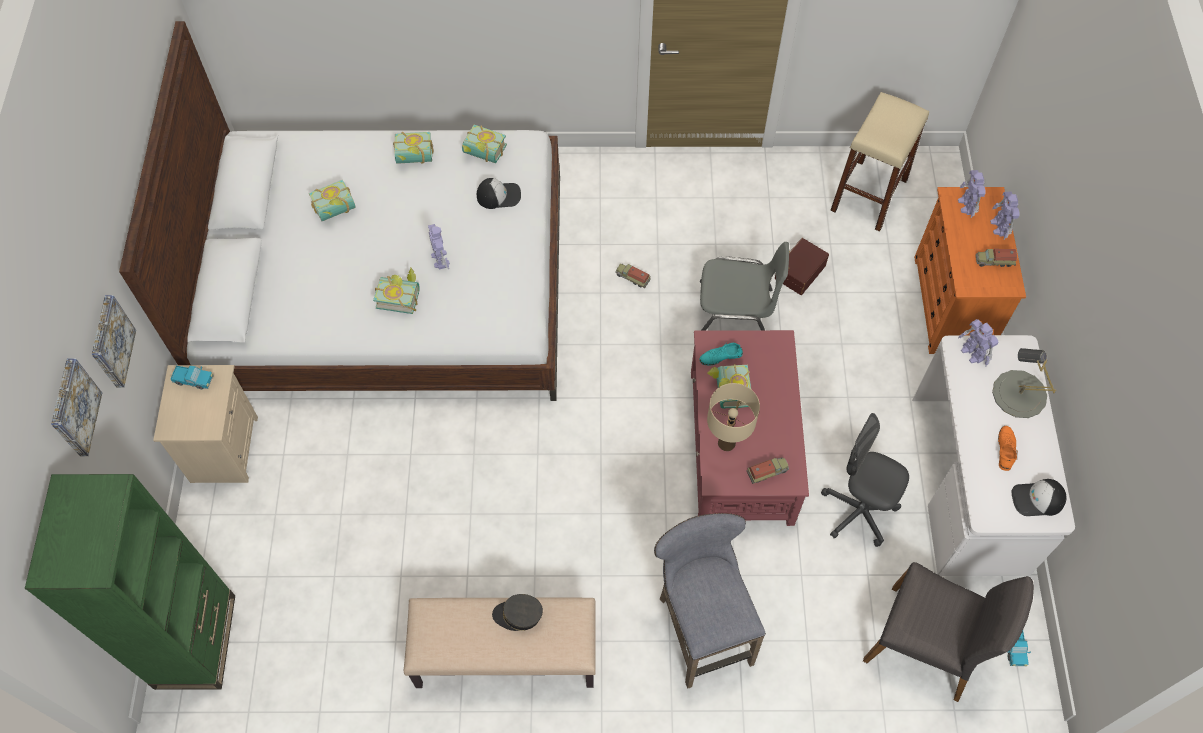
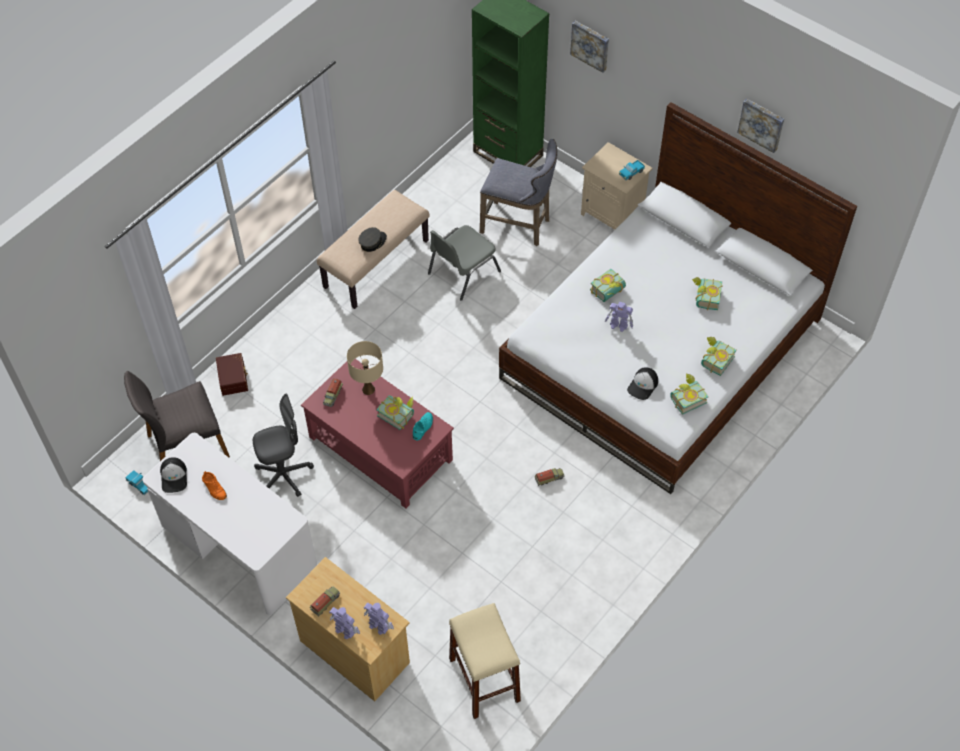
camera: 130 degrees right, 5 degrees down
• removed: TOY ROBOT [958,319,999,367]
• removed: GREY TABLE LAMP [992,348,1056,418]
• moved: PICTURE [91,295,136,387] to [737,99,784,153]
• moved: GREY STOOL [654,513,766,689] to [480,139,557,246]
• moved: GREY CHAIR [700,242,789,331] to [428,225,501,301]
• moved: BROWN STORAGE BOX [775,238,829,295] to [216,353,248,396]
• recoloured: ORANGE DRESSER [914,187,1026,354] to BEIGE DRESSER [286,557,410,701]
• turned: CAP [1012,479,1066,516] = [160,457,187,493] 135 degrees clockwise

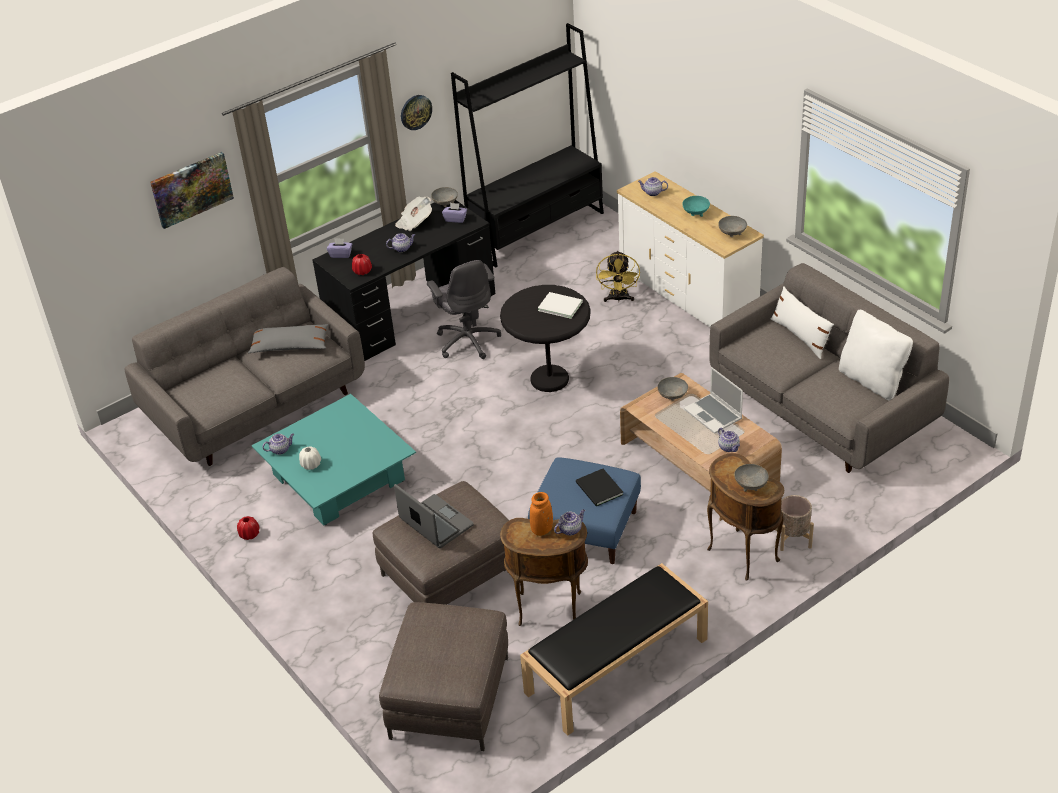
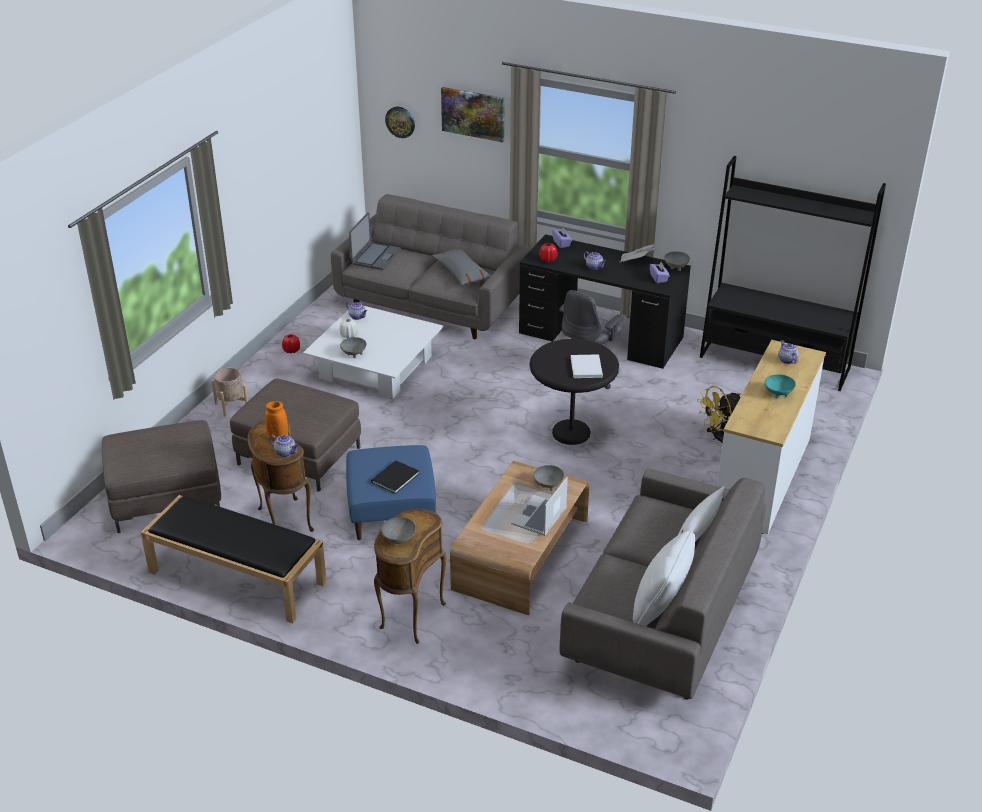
camera: 60 degrees right, 5 degrees down
• removed: TEAPOT [718,427,740,452]
• moved: LAPTOP [394,484,474,548] to [349,212,401,270]
• moved: WALL CLOCK [401,95,432,130] to [385,107,415,138]
• moved: GREY BOWL [718,216,747,237] to [340,337,366,358]
• moved: BEIGE PLANTER [775,495,814,551] to [212,367,248,417]
• recoloured: TURQUOISE COFFEE TABLE [252,394,416,525] to WHITE COFFEE TABLE [303,306,444,399]

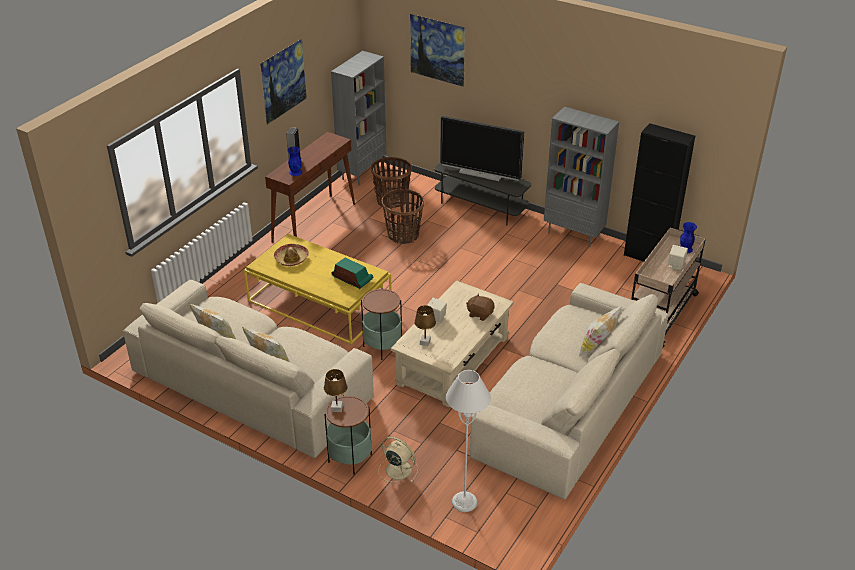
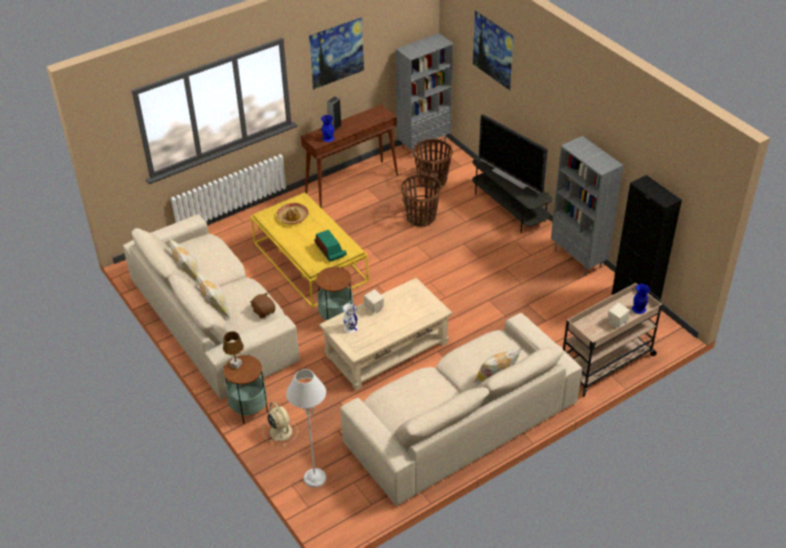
camera: 25 degrees right, 5 degrees up
• moved: BROWN PLUSH TOY [466,293,494,321] to [250,293,276,318]
• replaced: BROWN TABLE LAMP [414,305,436,346] to WHITE VASE [343,303,358,333]

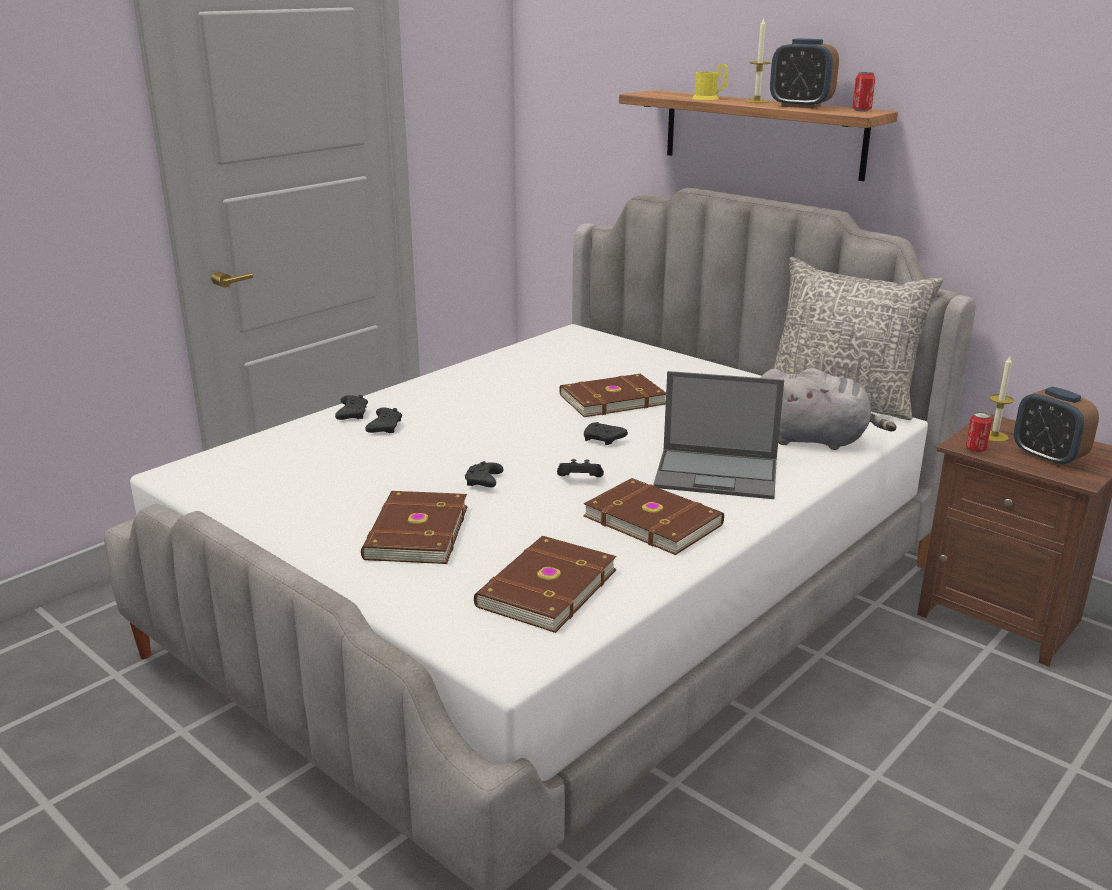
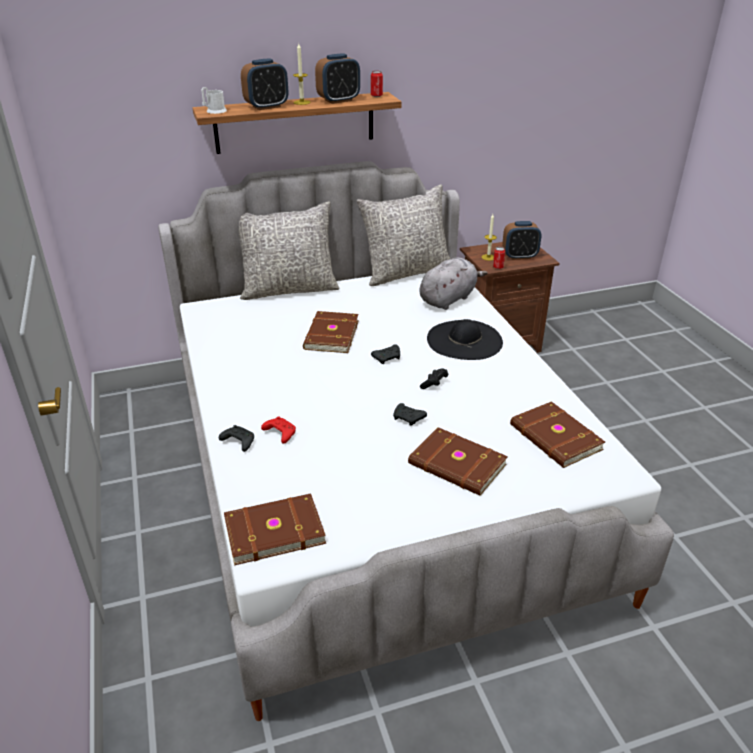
camera: 60 degrees left, 10 degrees up
• added: WHITE MUG [201,87,227,114]
• added: GREY PILLOW [239,201,339,300]
• moved: BROWN BOOK [583,478,724,555] to [224,493,326,566]
• replaced: LAPTOP [653,371,784,499] to BLACK HAT [427,319,503,360]
• replaced: YELLOW MUG [692,64,728,100] to ALARM CLOCK [241,58,288,110]
• recoloured: BLACK GAME CONTROLLER [365,407,402,433] to RED GAME CONTROLLER [261,416,296,444]

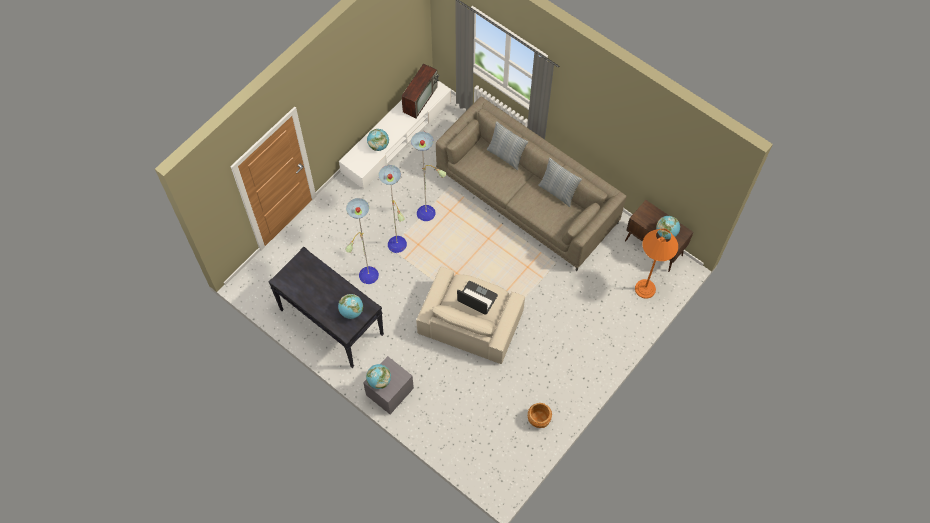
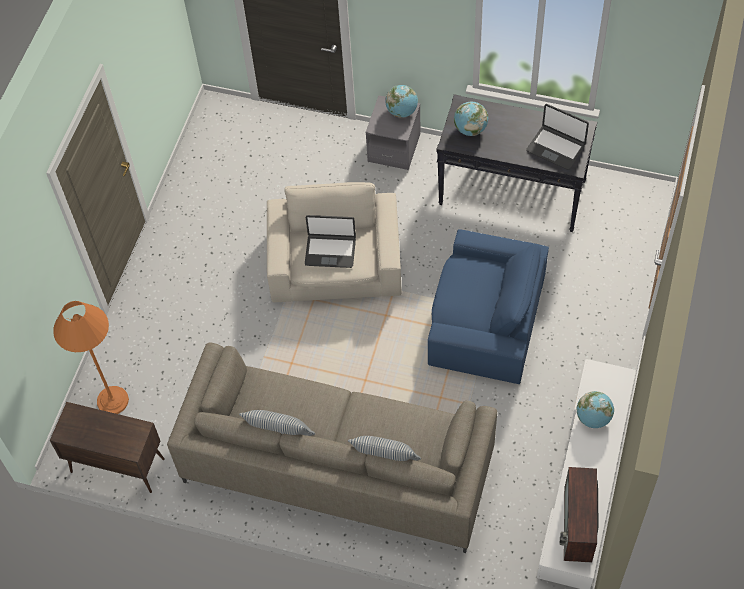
camera: 160 degrees right, 5 degrees down
• removed: BROWN PLANTER [528,403,552,428]
• removed: GLOBE [656,216,680,239]
• added: LAPTOP [526,104,589,170]
• replaced: FLOOR LAMP [345,132,446,284] to BLUE ARMCHAIR [428,229,549,384]

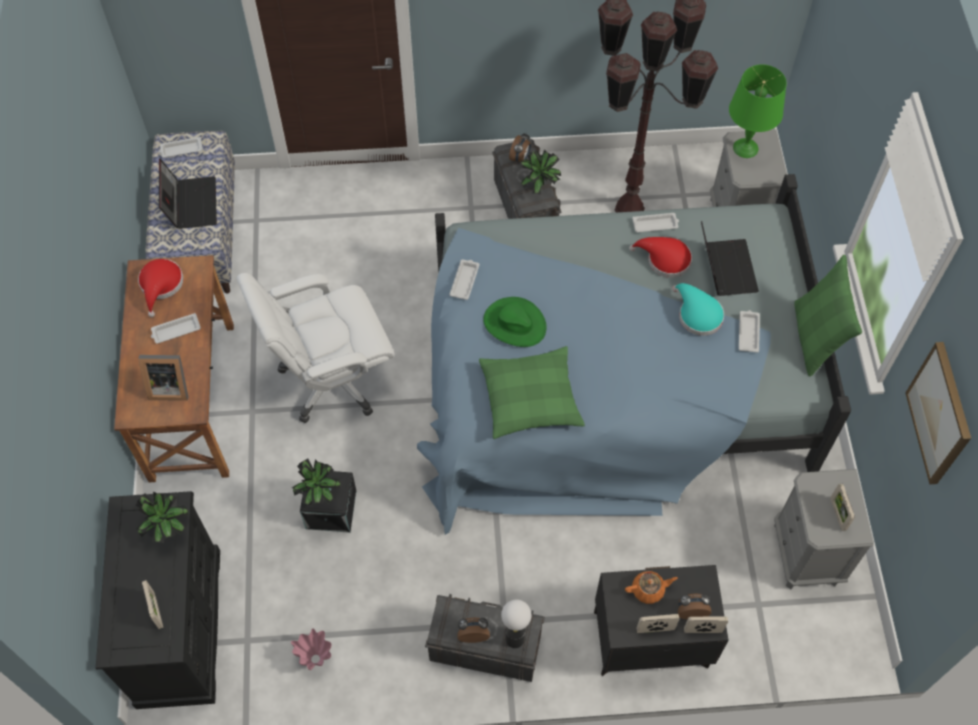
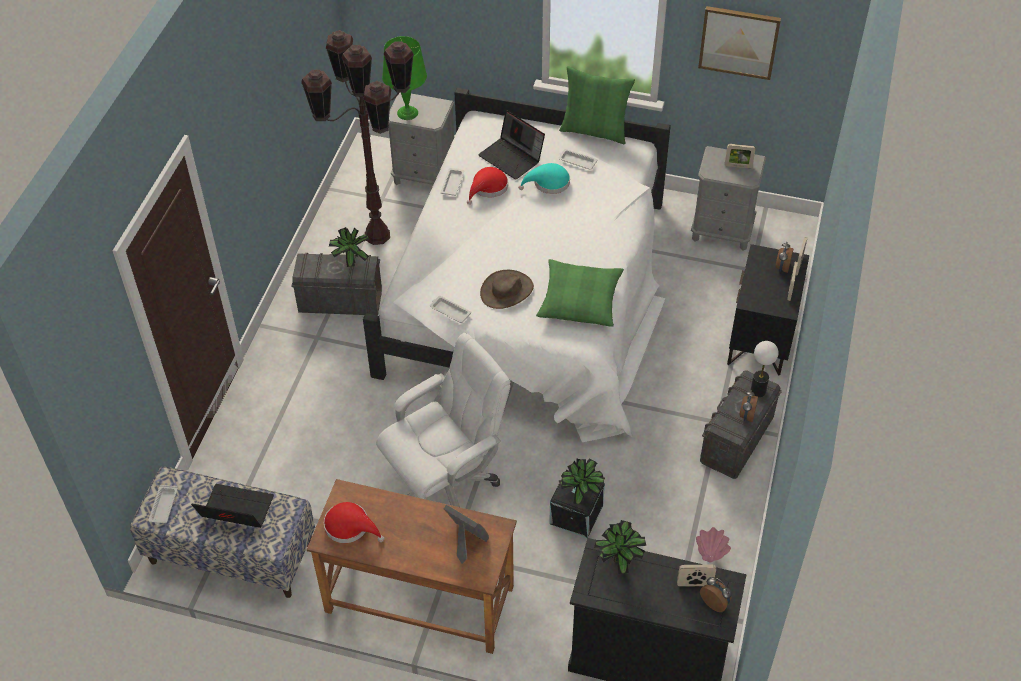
camera: 70 degrees left, 10 degrees down
• removed: WHITE TRAY [151,313,201,344]
• removed: ORANGE TEAPOT [625,571,678,604]
• moved: ALARM CLOCK [509,133,531,164] to [700,577,732,612]
• recoloured: BLUE BED [417,174,851,535] to WHITE BED [363,88,671,442]
• recoloured: GREEN HAT [483,297,546,347] to BROWN HAT [480,270,534,309]
• turned: PICTURE FRAME [138,355,188,401] = [444,505,489,564] 75 degrees counterclockwise
• turned: WHITE OFFICE CHAIR [237,273,395,423] = [376,333,511,507] 120 degrees counterclockwise
• turned: LAPTOP [701,221,759,296] = [478,110,545,180] 150 degrees counterclockwise

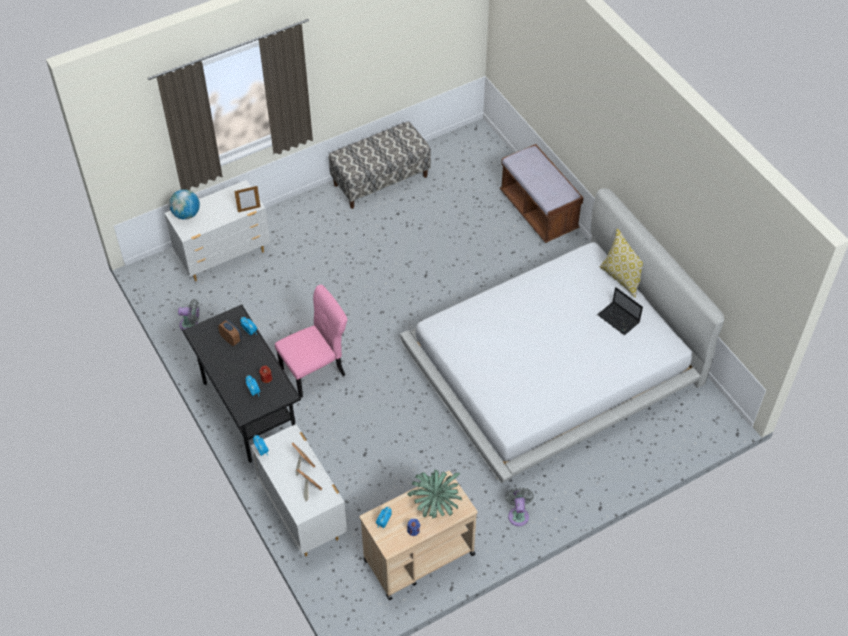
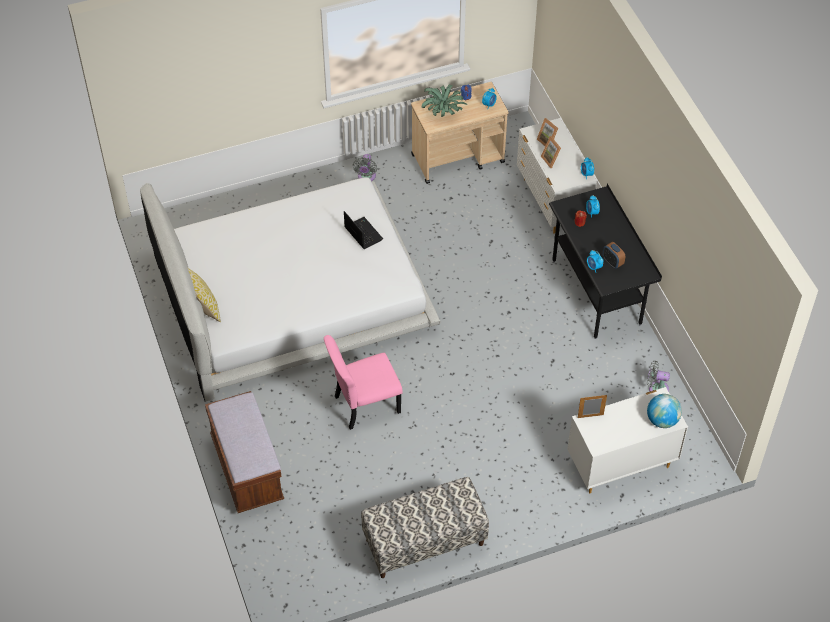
camera: 170 degrees left, 0 degrees up
• moved: PINK CHAIR [275,285,348,398] to [324,335,403,430]
• moved: LAPTOP [597,287,643,335] to [344,211,383,249]

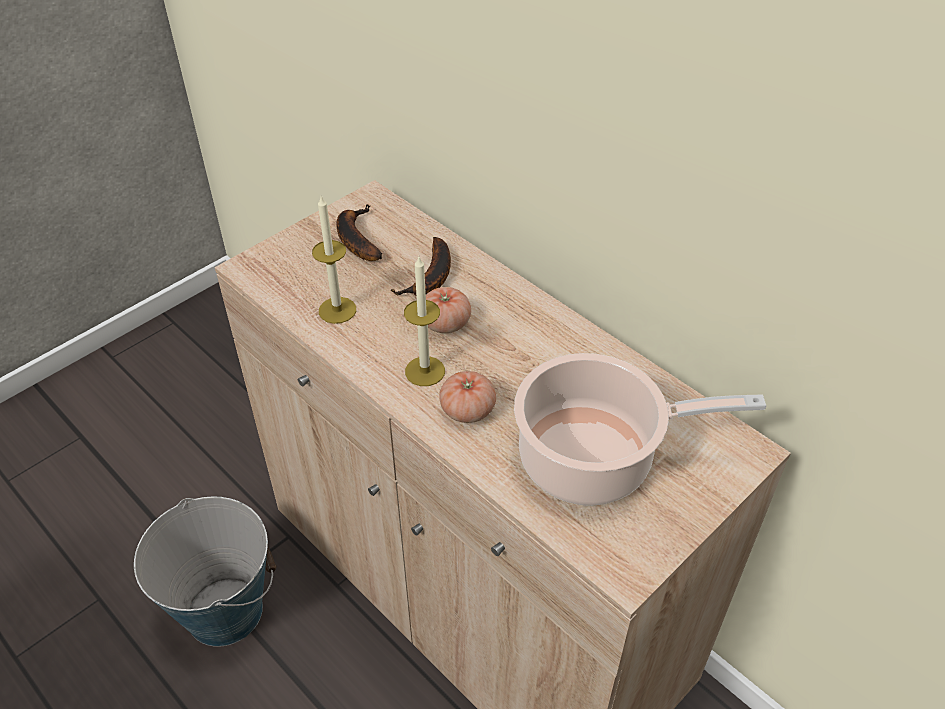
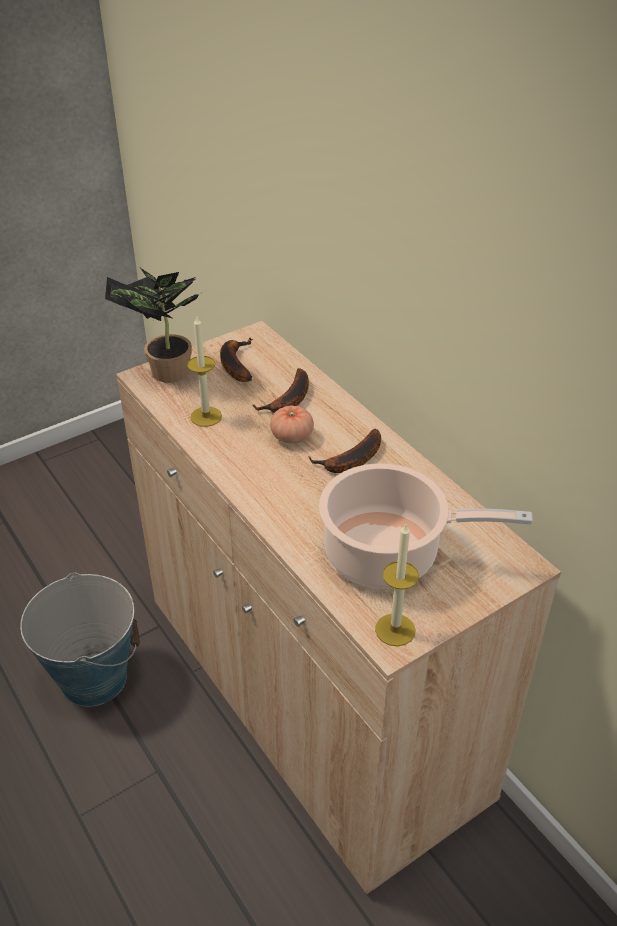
camera: 10 degrees right, 5 degrees down
• removed: TOMATO [439,371,496,423]
• added: POTTED PLANT [105,268,199,383]
• added: BANANA [309,429,381,473]
• moved: CANDLE [404,257,445,386] to [375,524,419,646]

